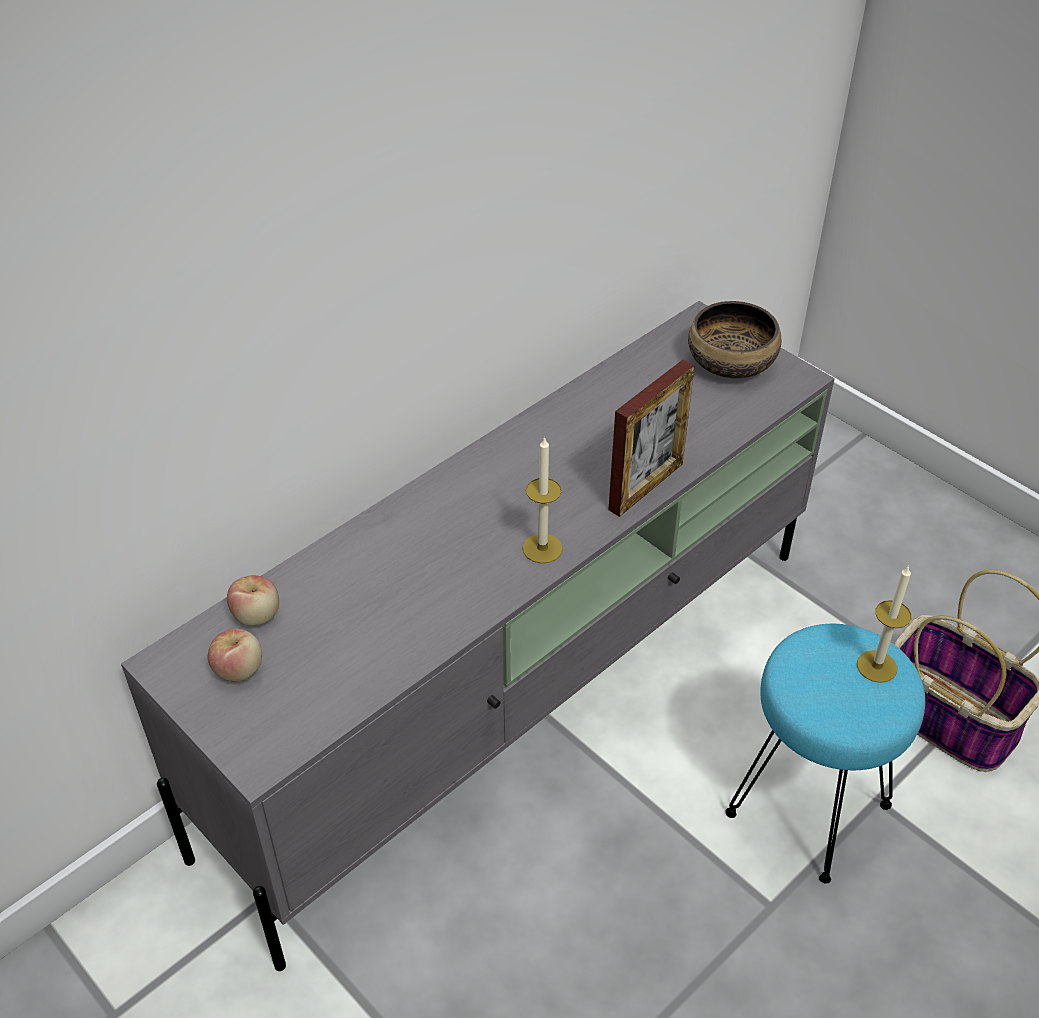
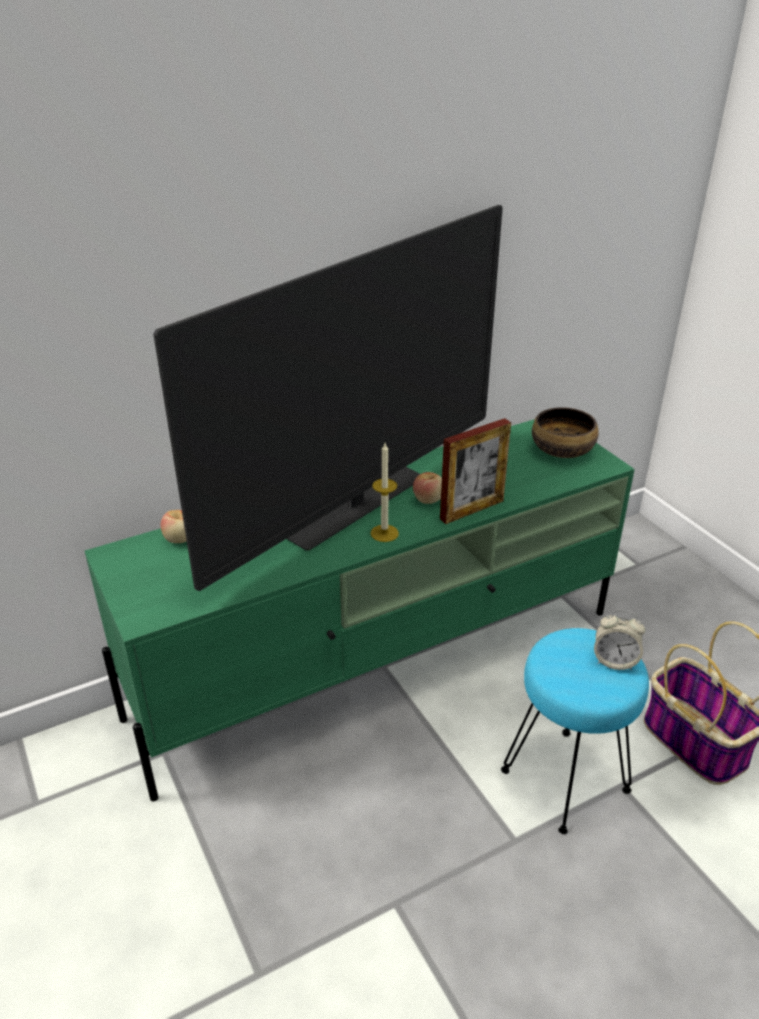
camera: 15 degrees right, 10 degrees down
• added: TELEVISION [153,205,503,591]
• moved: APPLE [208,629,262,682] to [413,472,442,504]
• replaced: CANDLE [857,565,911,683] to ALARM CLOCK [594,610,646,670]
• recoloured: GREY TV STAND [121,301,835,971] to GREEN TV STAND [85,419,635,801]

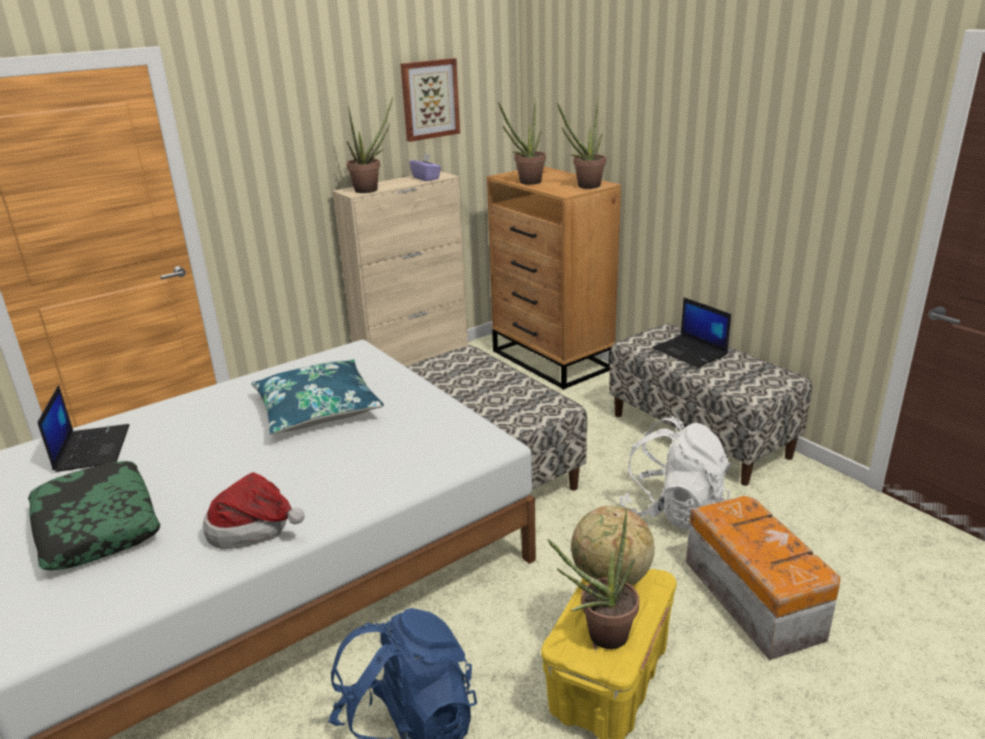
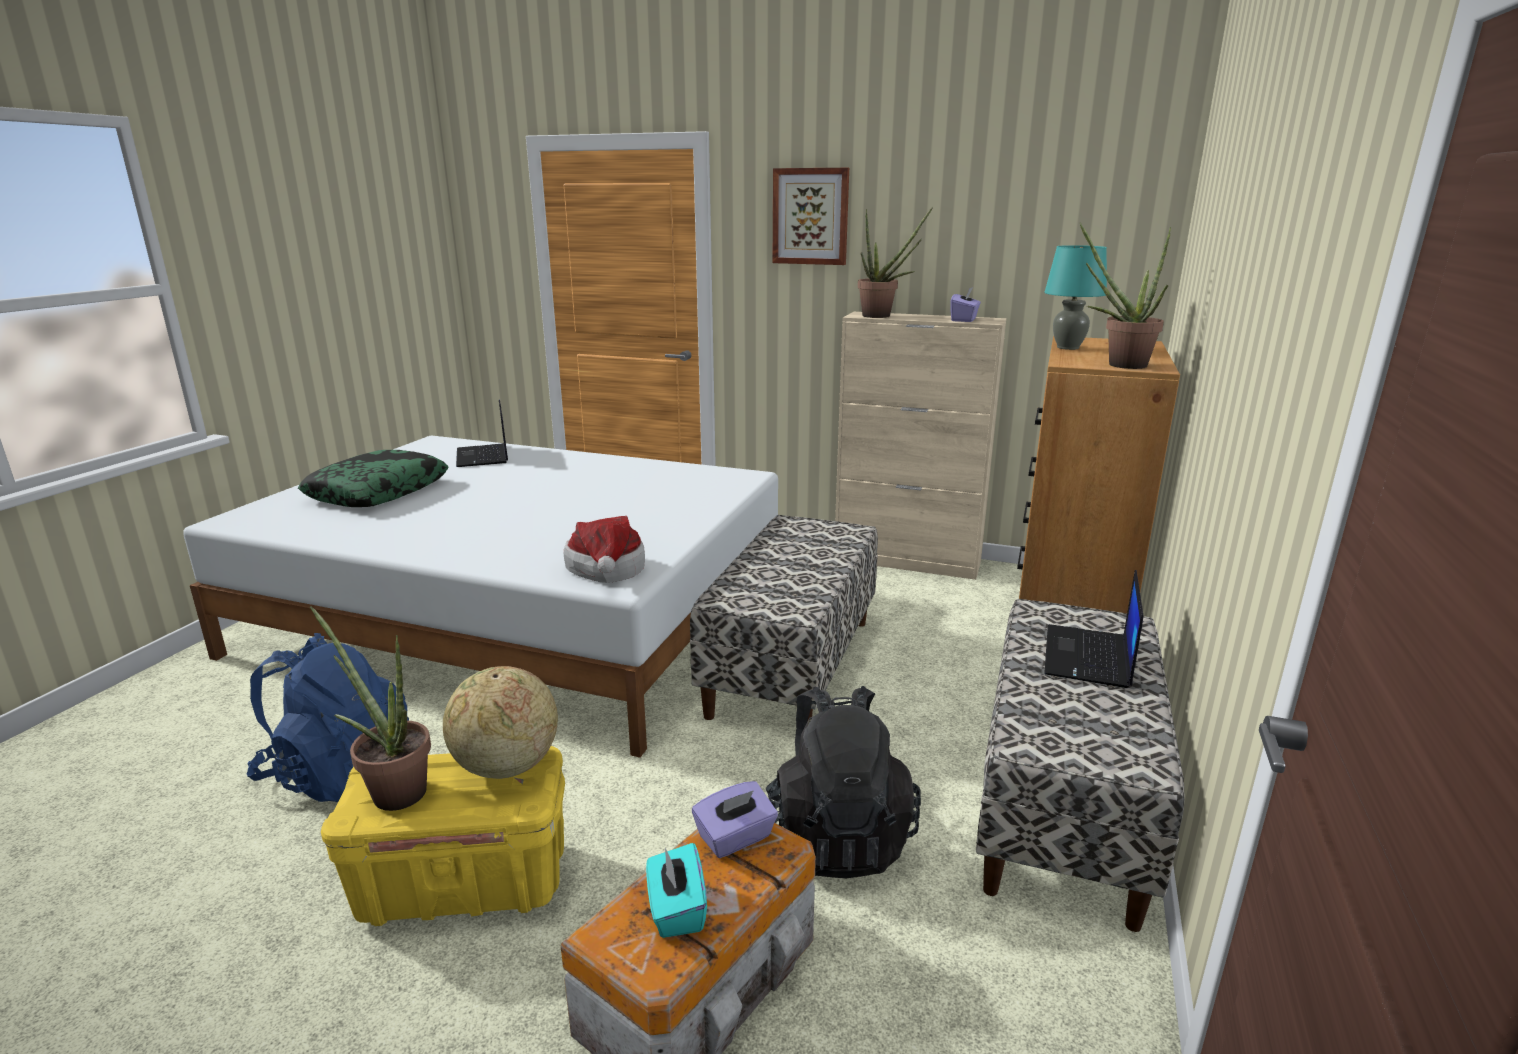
camera: 55 degrees right, 5 degrees down
• removed: BLUE PILLOW [251,360,384,435]
• added: TURQUOISE TISSUE BOX [646,843,707,938]
• added: PURPLE TISSUE BOX [692,781,778,858]
• moved: HAT [203,472,305,549] to [564,516,645,583]
• moved: PICTURE [401,58,460,142] to [773,168,849,265]
• replaced: POTTED PLANT [498,98,546,185] to TURQUOISE TABLE LAMP [1044,245,1107,350]
• recoloured: WHITE BACKPACK [619,416,732,531] to BLACK BACKPACK [766,686,921,878]
• turned: LAPTOP [38,385,129,472] = [456,400,508,467] 120 degrees clockwise

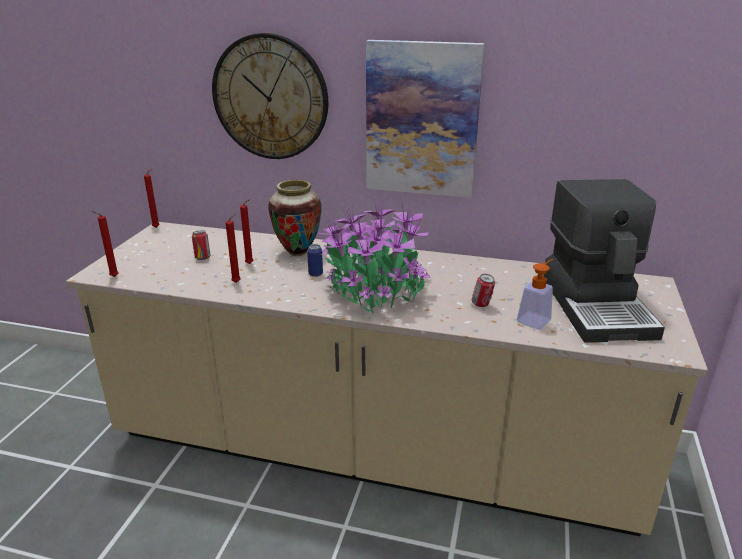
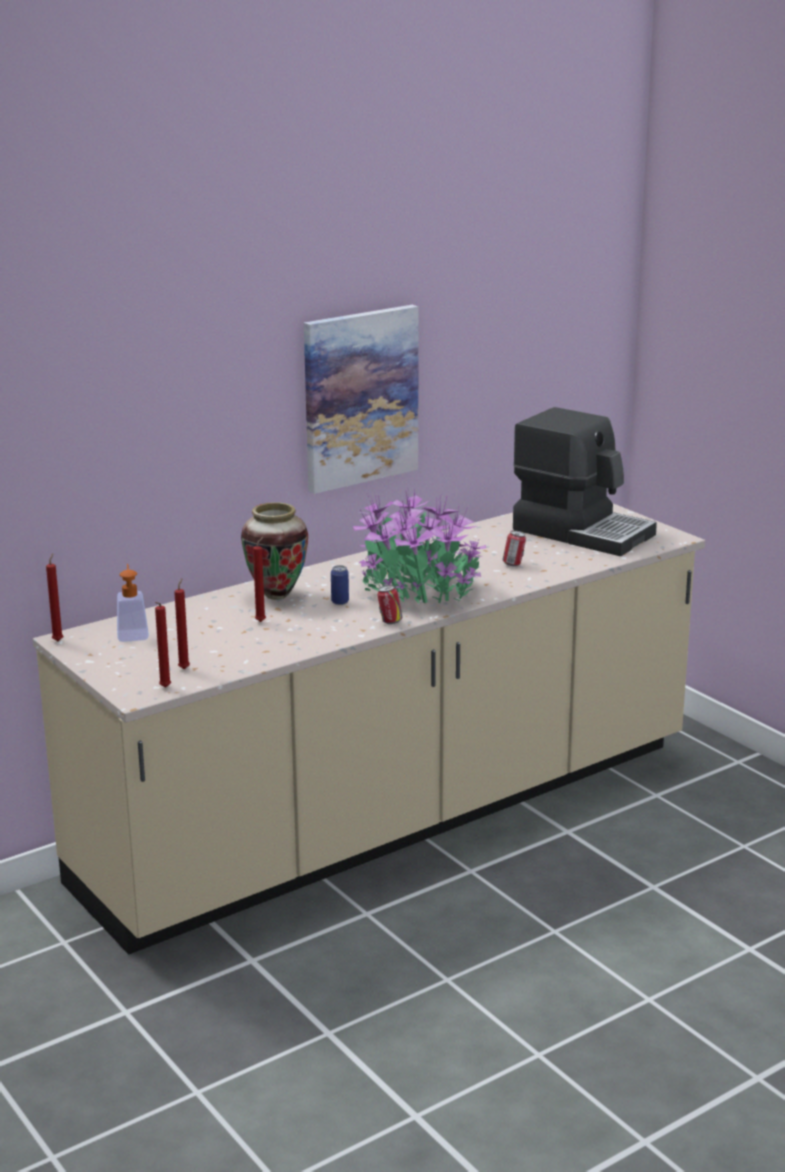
camera: 50 degrees left, 5 degrees down
• removed: WALL CLOCK [212,33,328,159]
• moved: CAN [192,230,211,260] to [377,585,402,624]
• moved: RED CANDLE [226,214,241,283] to [174,578,190,669]
• moved: SOAP DISPENSER [517,259,554,330] to [117,564,149,642]

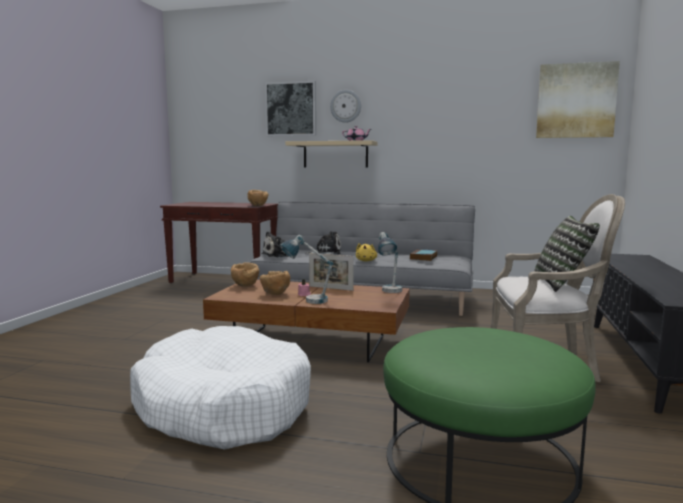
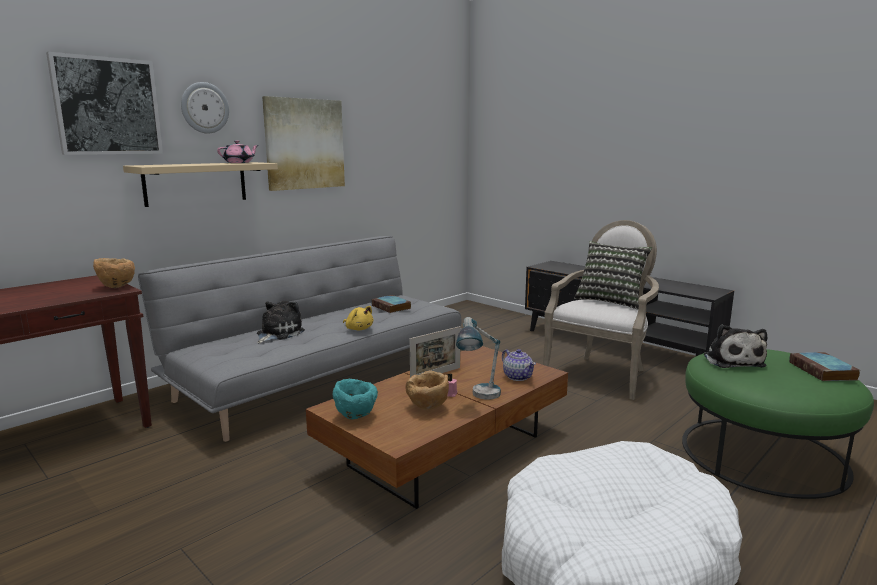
camera: 60 degrees left, 5 degrees up
• removed: TABLE LAMP [378,232,402,293]
• added: TEAPOT [502,349,536,381]
• added: BOOK [789,352,860,381]
• moved: PLUSH TOY [261,231,289,258] to [703,324,767,368]
• moved: PICTURE [536,61,620,138] to [262,96,345,191]
• recoloured: BROWN BOWL [231,262,259,287] to TURQUOISE BOWL [333,379,378,420]

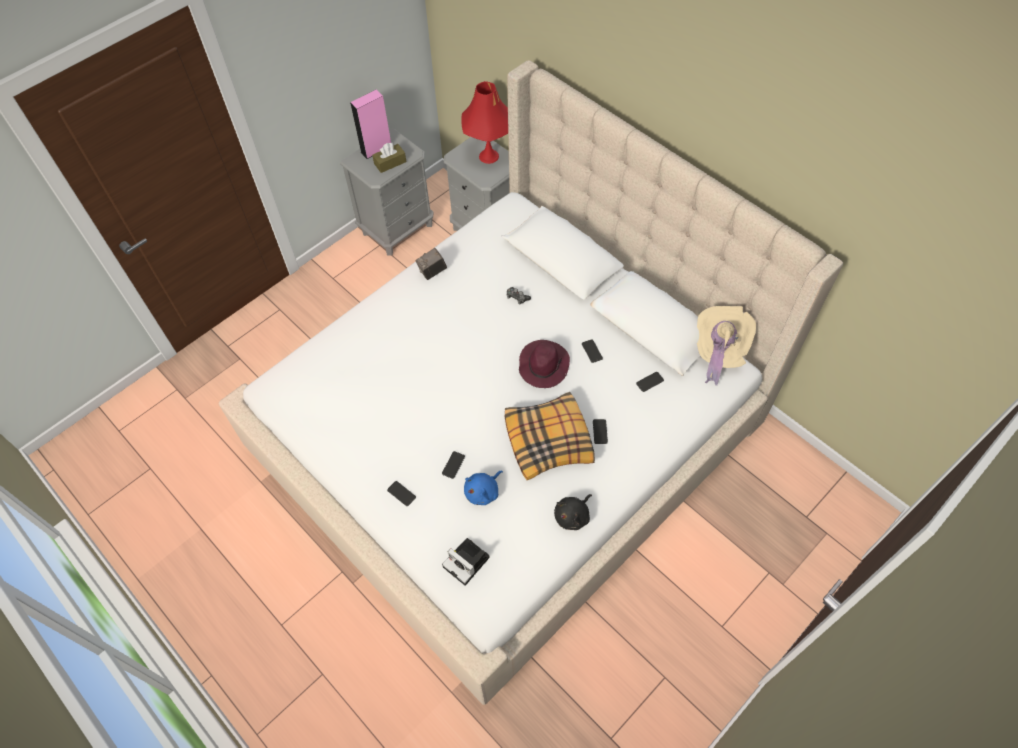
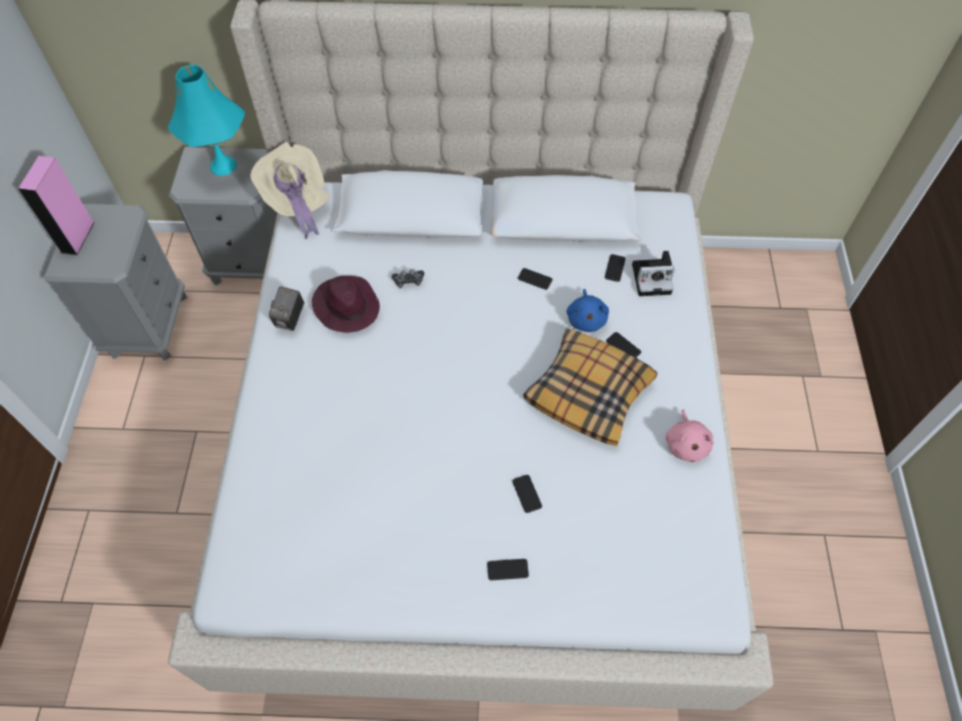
camera: 45 degrees left, 0 degrees up
• removed: BROWN TISSUE BOX [372,143,406,173]
• moved: PHOTO CAMERA [442,538,490,586] to [632,251,675,296]
• moved: BLUE PLUSH TOY [464,471,503,505] to [566,289,609,332]
• moved: PURPLE HAT [519,340,570,388] to [312,276,380,333]
• moved: BEIGE HAT [697,306,756,386] to [250,142,330,239]
• recoloured: RED TABLE LAMP [461,81,508,164] to TURQUOISE TABLE LAMP [167,65,245,176]
• recoloured: BLACK PLUSH TOY [554,494,592,530] to PINK PLUSH TOY [666,409,714,462]

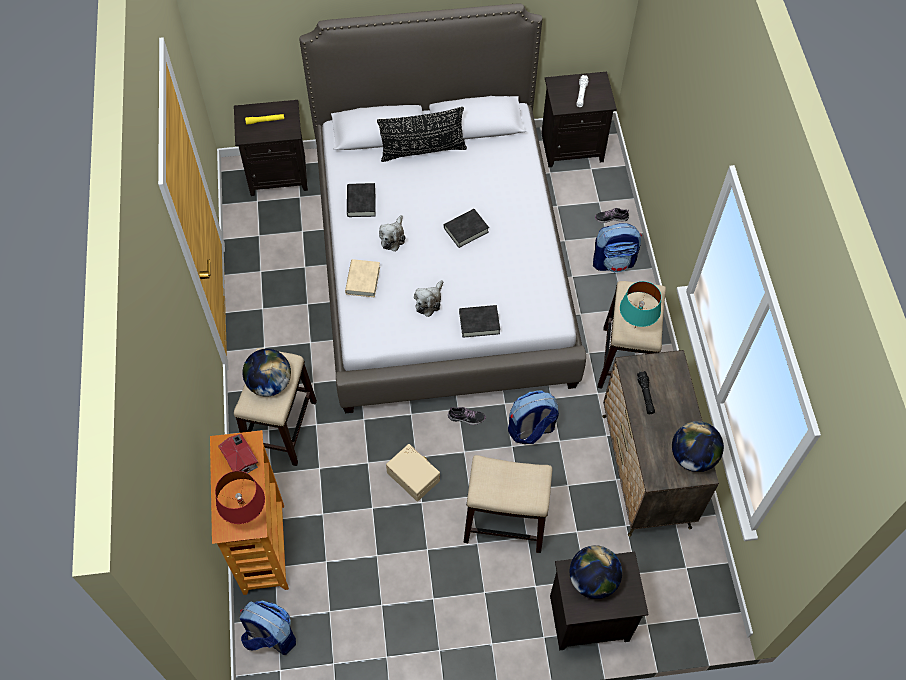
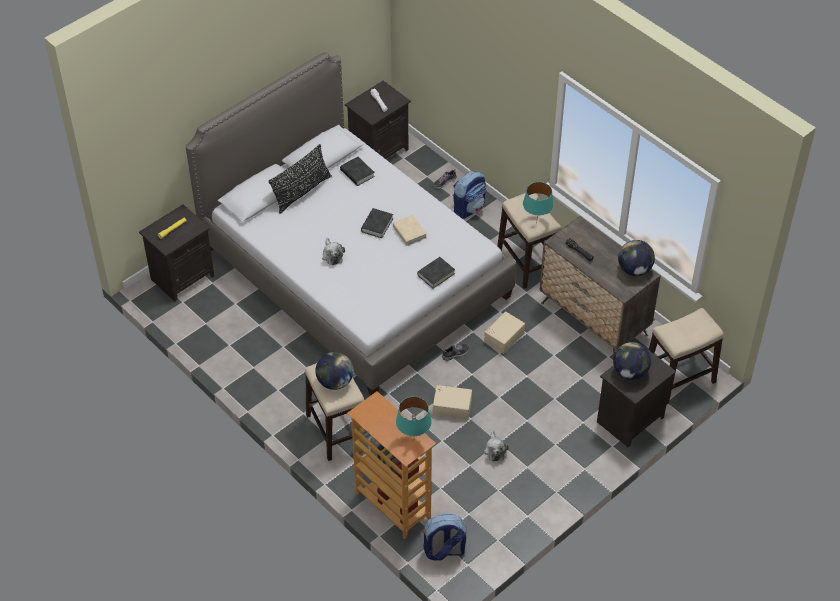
camera: 35 degrees left, 10 degrees down
• removed: TOY HOUSE [218,434,258,473]
• moved: BEIGE BOOK [345,259,380,298] to [393,215,427,246]
• moved: BLACK BOOK [347,183,375,217] to [340,157,375,186]
• moved: PLUSH TOY [414,280,443,317] to [484,430,509,461]
• moved: STOOL [463,455,552,553] to [649,308,724,404]
• replaced: BACKPACK [508,390,559,444] to BEIGE STORAGE BOX [484,311,525,354]
• recoloured: RED TABLE LAMP [215,471,265,524] to TURQUOISE TABLE LAMP [396,397,432,436]

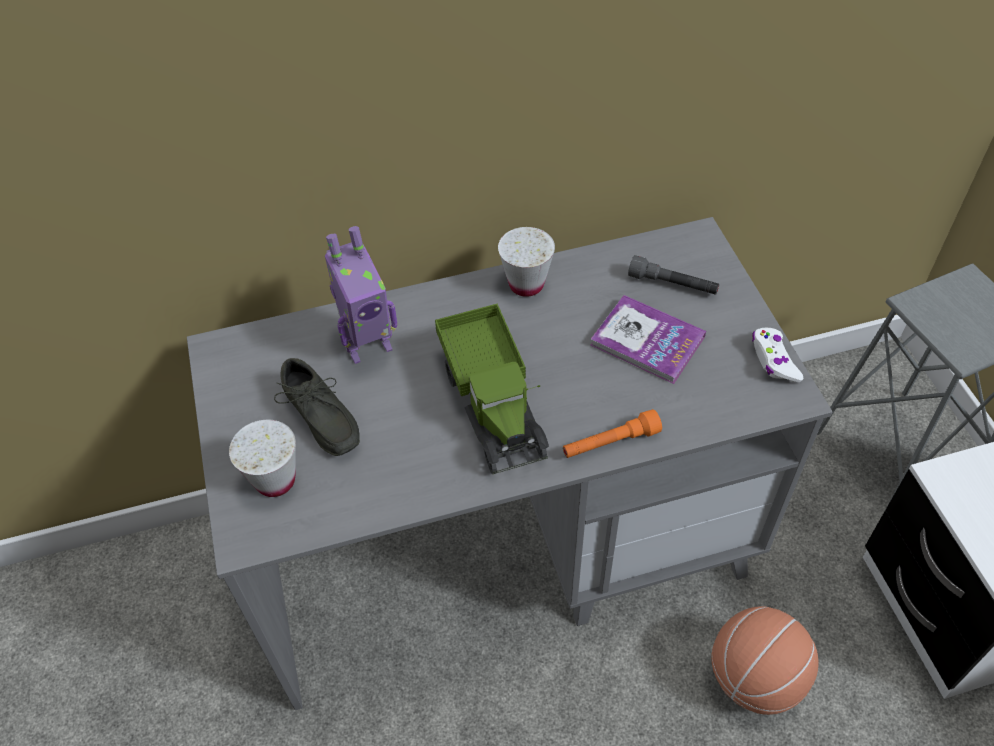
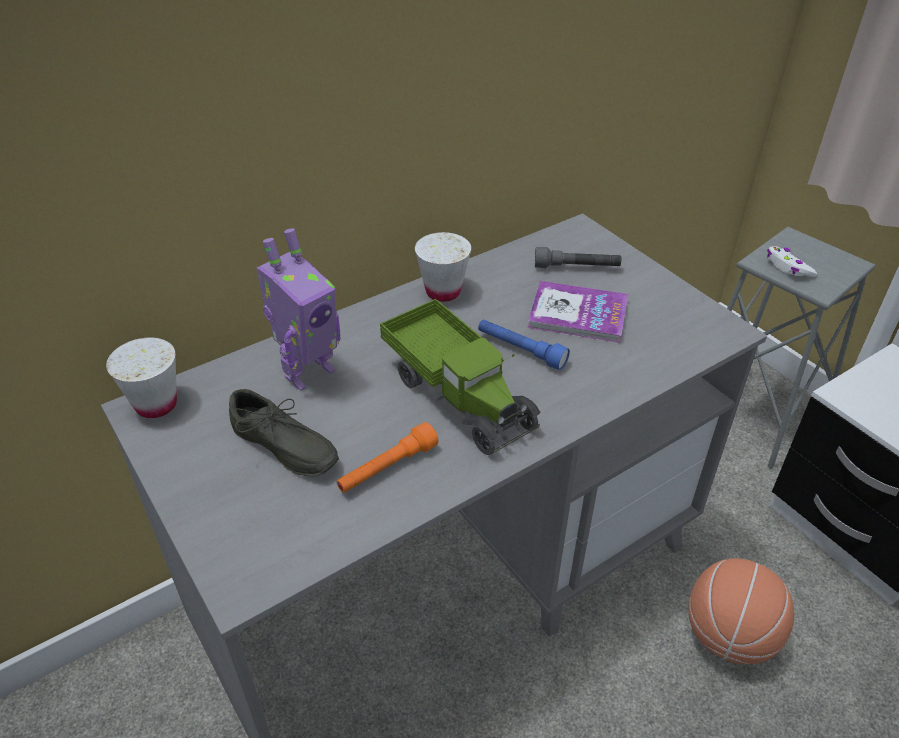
camera: 20 degrees left, 10 degrees down
• added: BLUE FLASHLIGHT [478,319,570,370]
• moved: WHITE CUP [229,420,296,497] to [106,338,177,418]
• moved: ORANGE FLASHLIGHT [563,409,662,458] to [337,422,438,493]
• moved: WHITE GAME CONTROLLER [752,328,803,382] to [767,246,817,277]

